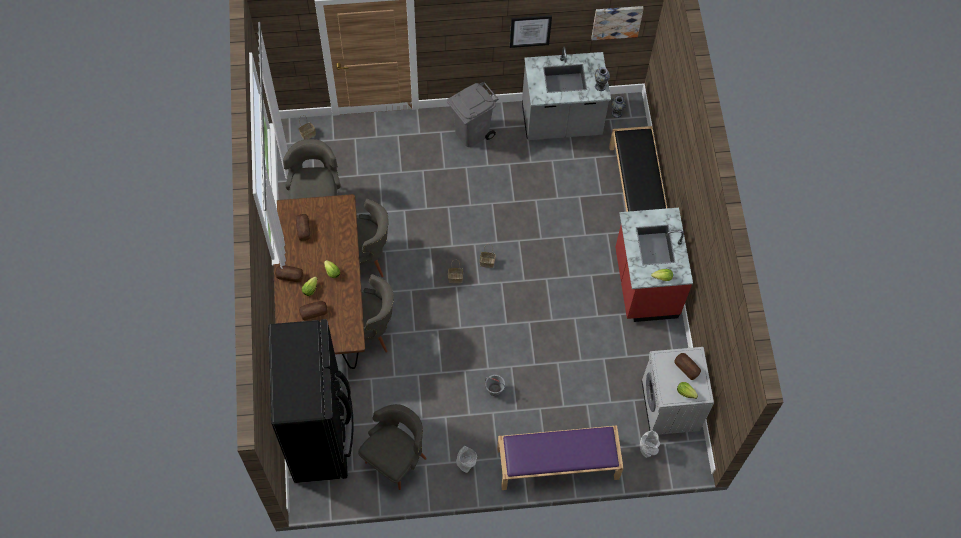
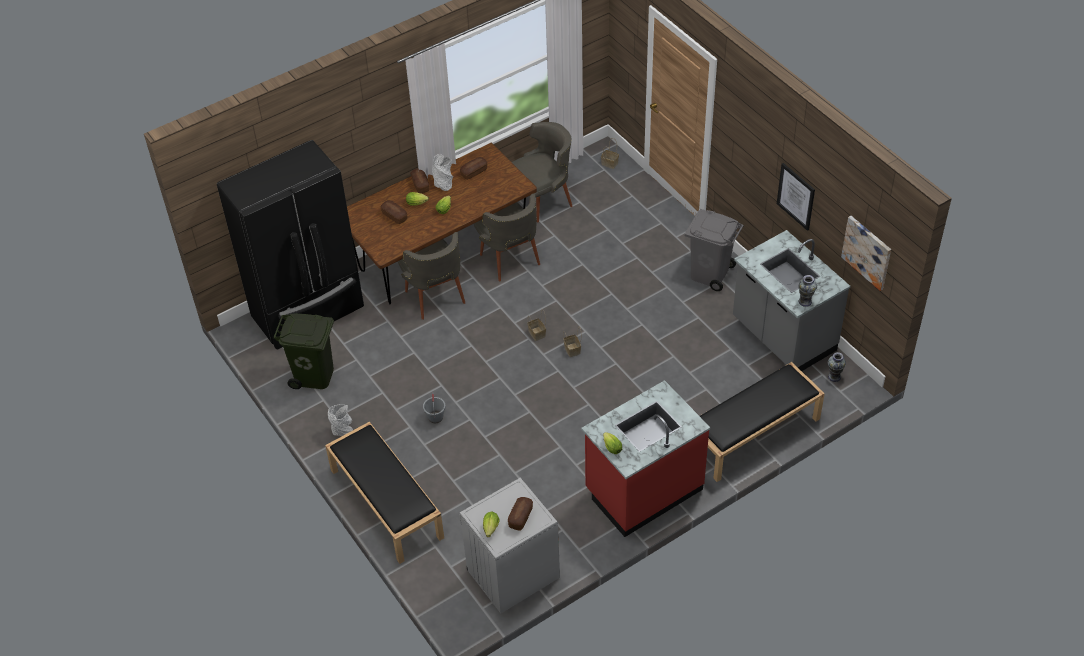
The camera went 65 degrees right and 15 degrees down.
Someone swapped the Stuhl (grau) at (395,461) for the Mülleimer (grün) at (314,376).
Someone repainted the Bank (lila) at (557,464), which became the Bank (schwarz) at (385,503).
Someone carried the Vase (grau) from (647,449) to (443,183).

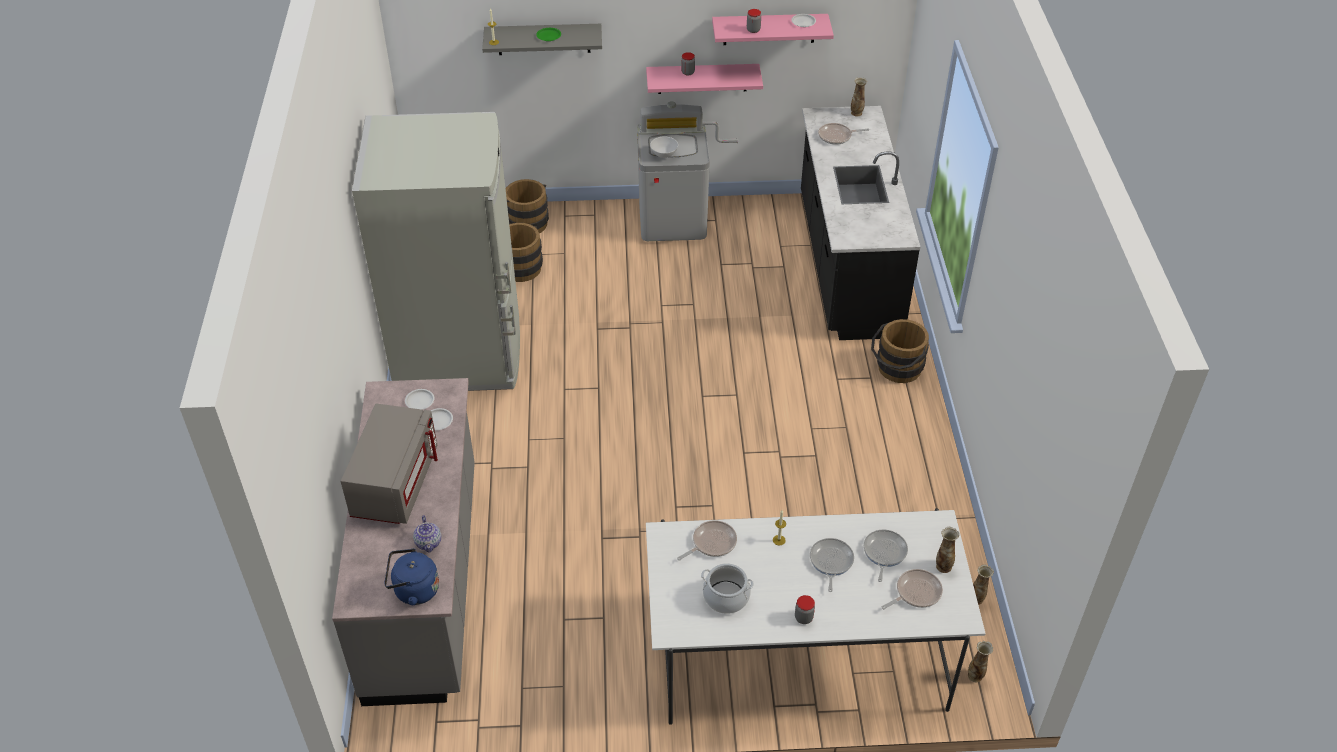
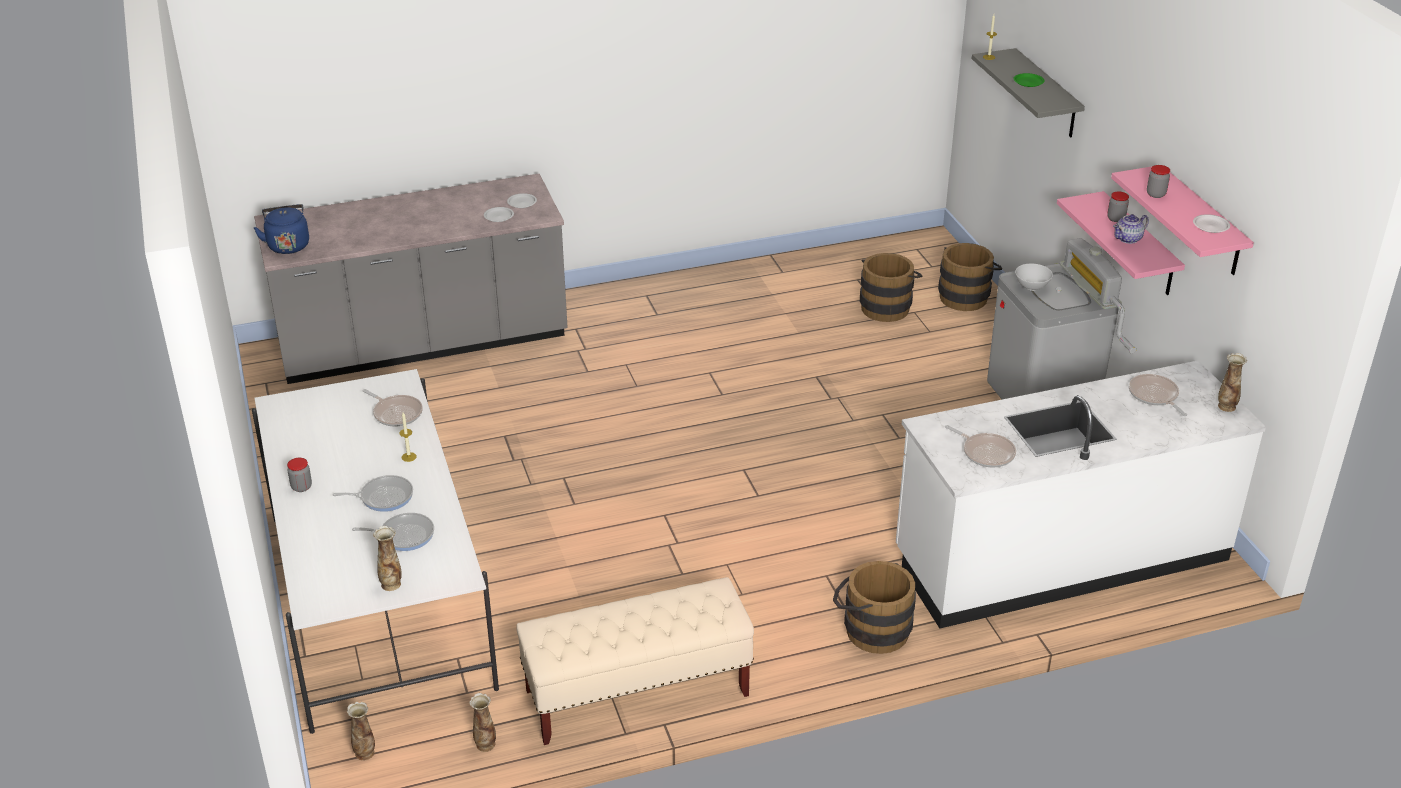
The camera went 75 degrees right and 10 degrees down.
Someone took away the Mikrowelle (grau) at (394,483).
Someone took away the Kühlschrank (weiß) at (460,351).
Someone carried the Teekanne from (428,542) to (1128,239).
Someone took away the Kochtopf at (726,597).
Someone repainted the Küchenzeile (schwarz) at (846,264), which became the Küchenzeile (weiß) at (1060,557).
Someone carried the Pfanne from (915,592) to (986,452).
Someone put down the Bank (beige) at (636,694).

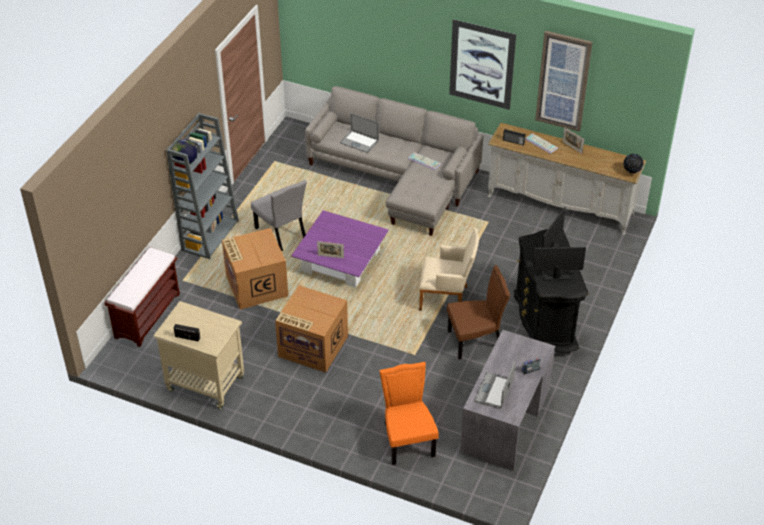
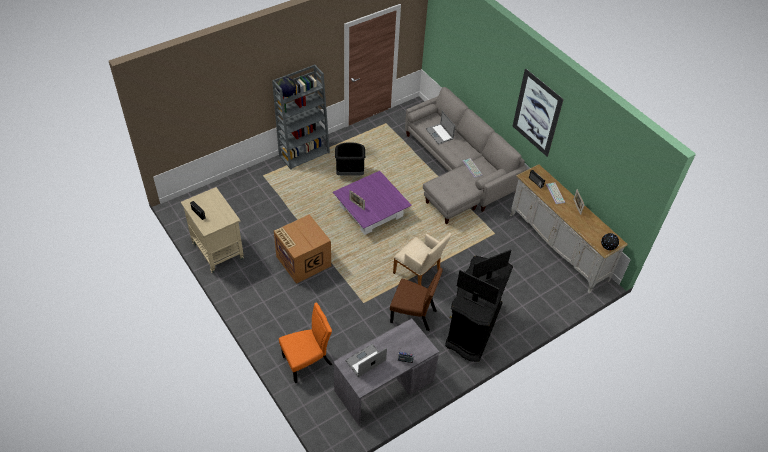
The camera went 30 degrees right and 5 degrees up.
Someone took away the Bank (braun) at (147,315).
Someone took away the Karton at (255,286).
Someone swapped the Stuhl (grau) at (281,232) for the Mülleimer (schwarz) at (349,173).
Someone rotated the Stuhl (orange) at (407,441) by 45 degrees clockwise.
Someone took away the Bild at (563,81).

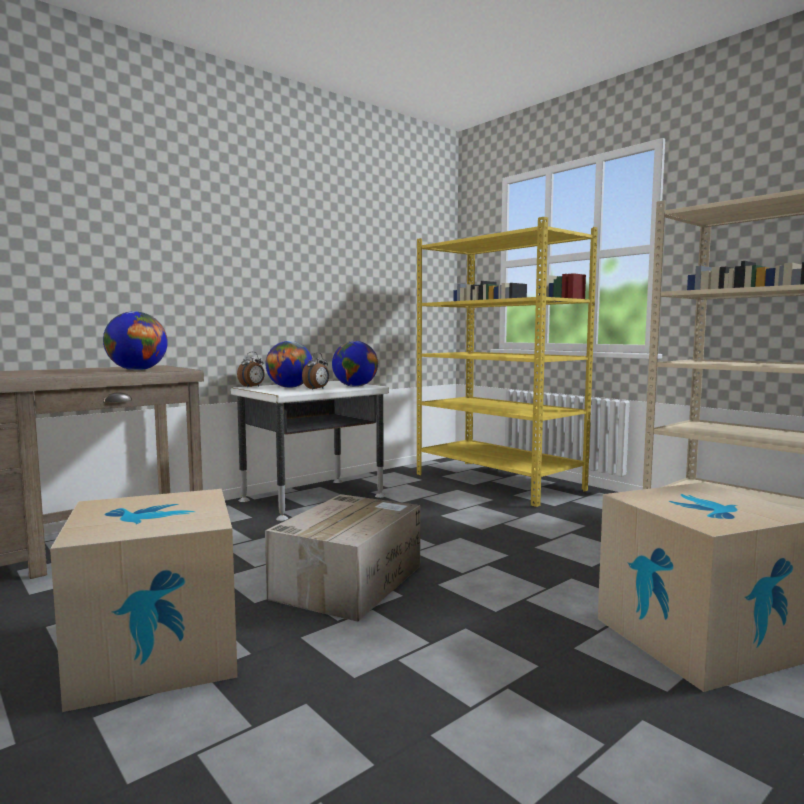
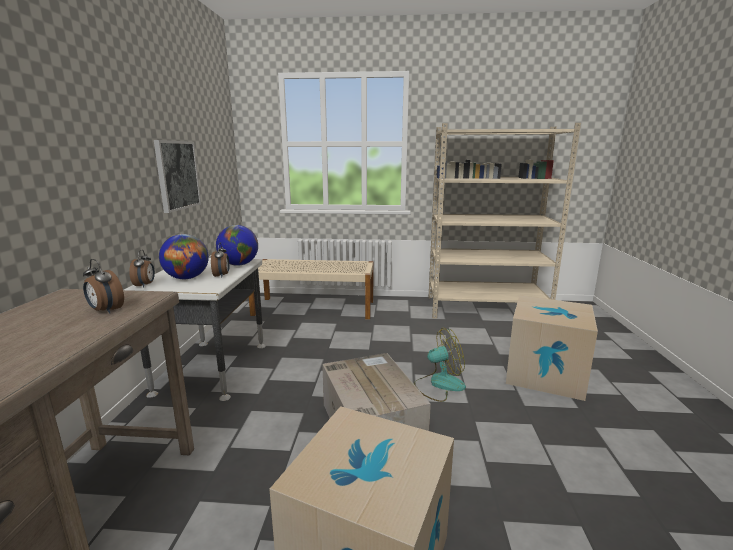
The camera went 45 degrees left and 10 degrees up.
Someone swapped the Globus at (137,370) for the Wecker at (105,311).
Someone swapped the Bücherregal (gelb) at (497,482) for the Bank (beige) at (314,308).
Someone put up the Bild at (177,175).
Someone put down the Ventilator at (439,384).

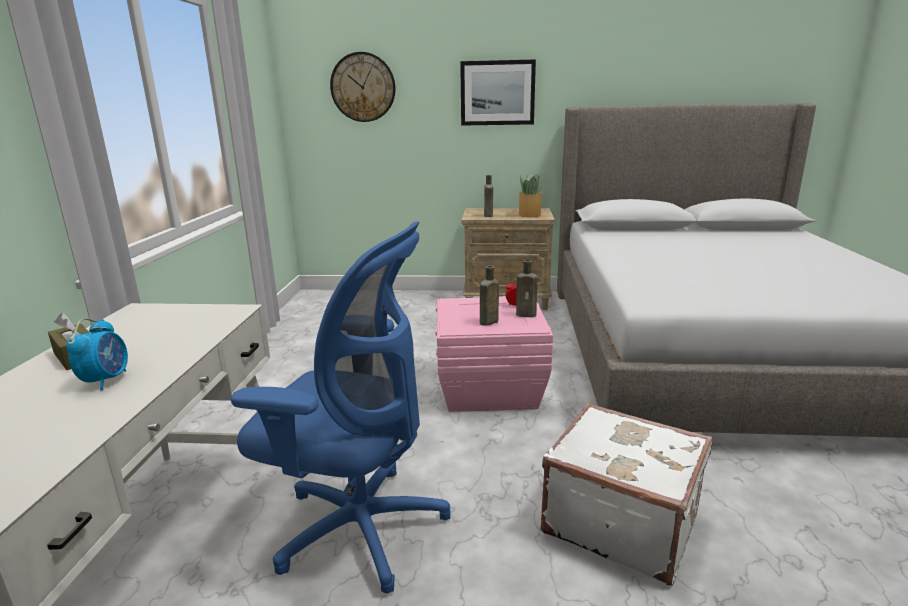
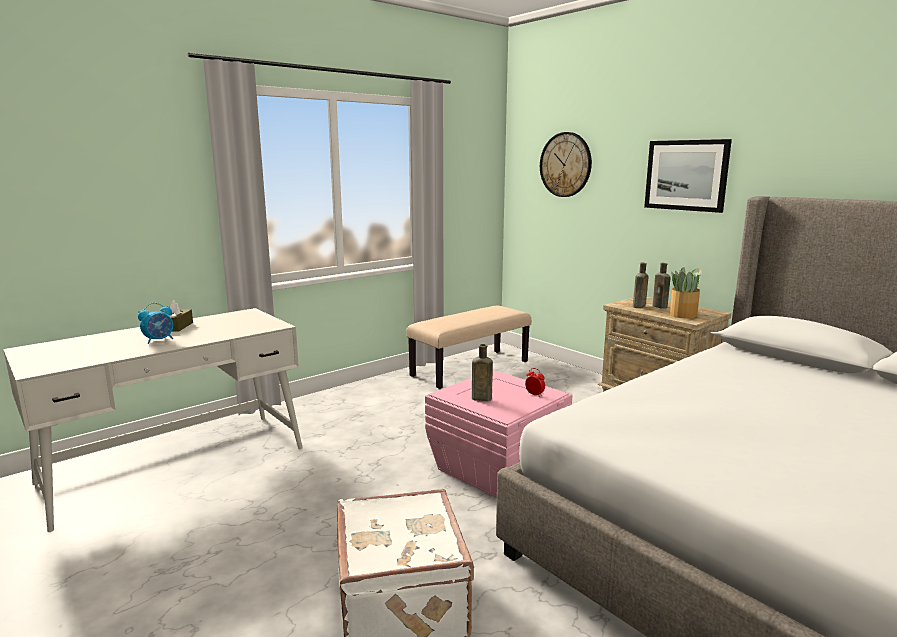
The camera went 45 degrees right and 5 degrees down.
Someone took away the Bürostuhl (blau) at (351,528).
Someone carried the Flasche (braun) from (527,315) to (660,307).
Someone put down the Bank (beige) at (470,368).

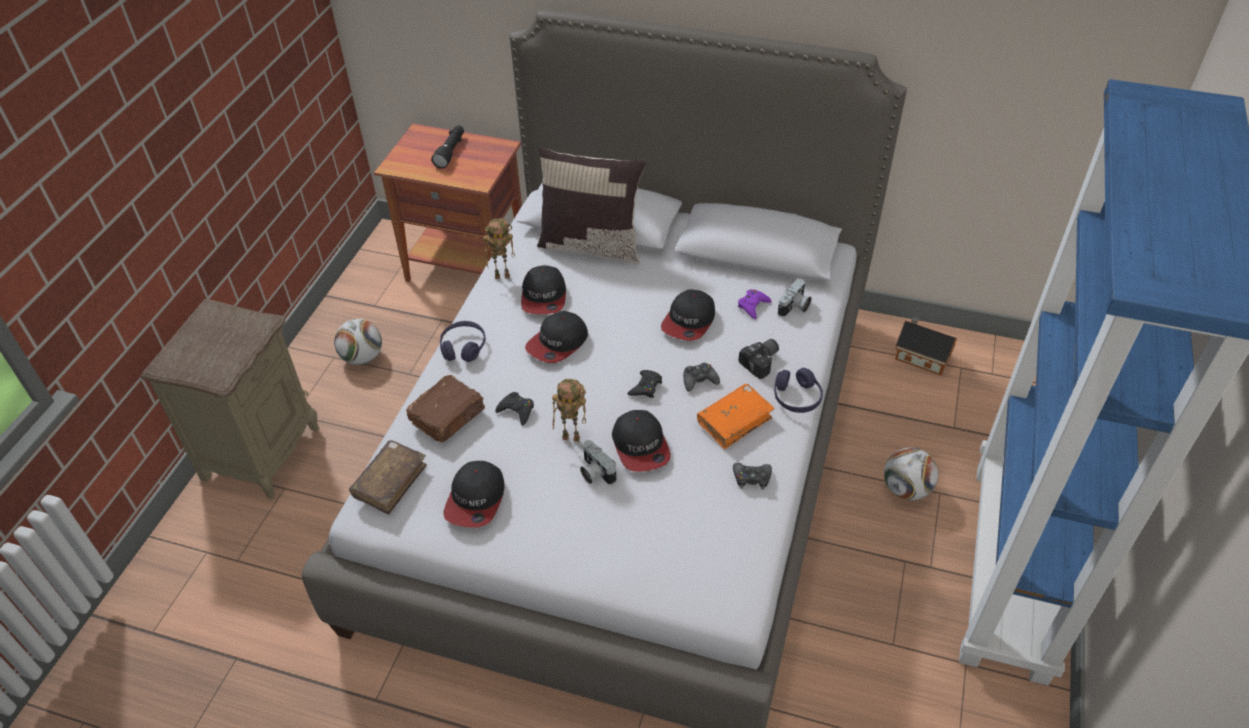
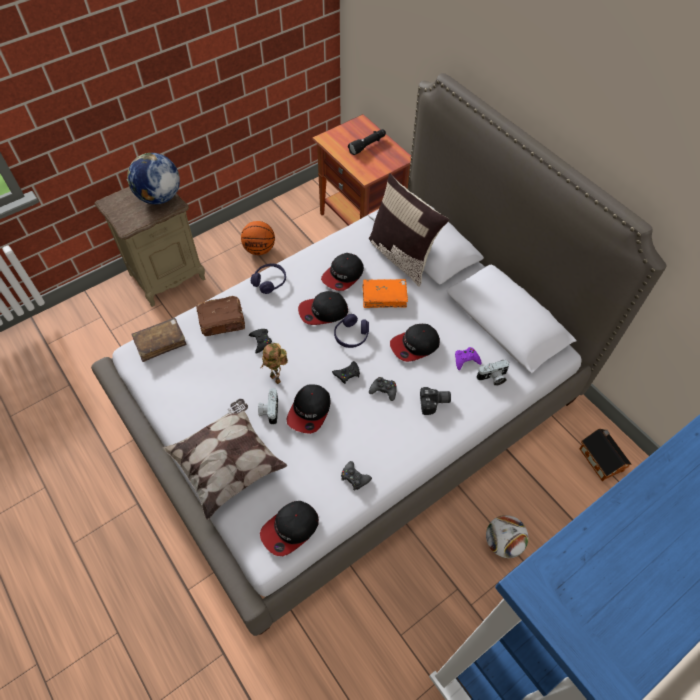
The camera went 35 degrees right and 10 degrees up.
Someone swapped the Fußball at (362,358) for the Basketball at (259,249).
Someone carried the Kappe from (476,499) to (290,529).
Someone took away the Spielzeugroboter at (503,275).
Someone carried the Buch (orange) from (734,421) to (384,297).
Someone carried the Kopfhörer (lila) from (797,397) to (351,335).
Someone put down the Globus at (159,197).
Someone put down the Kissen at (228,464).

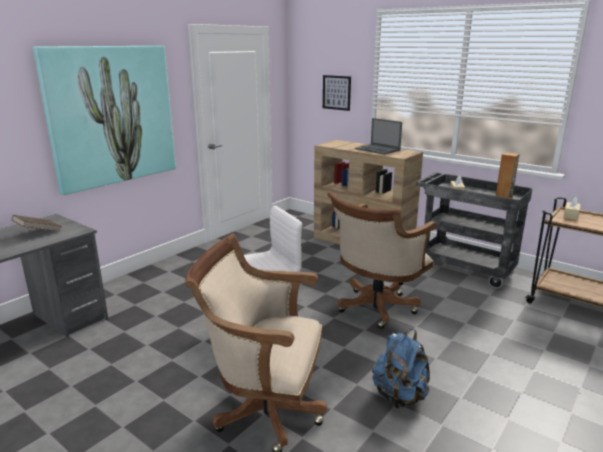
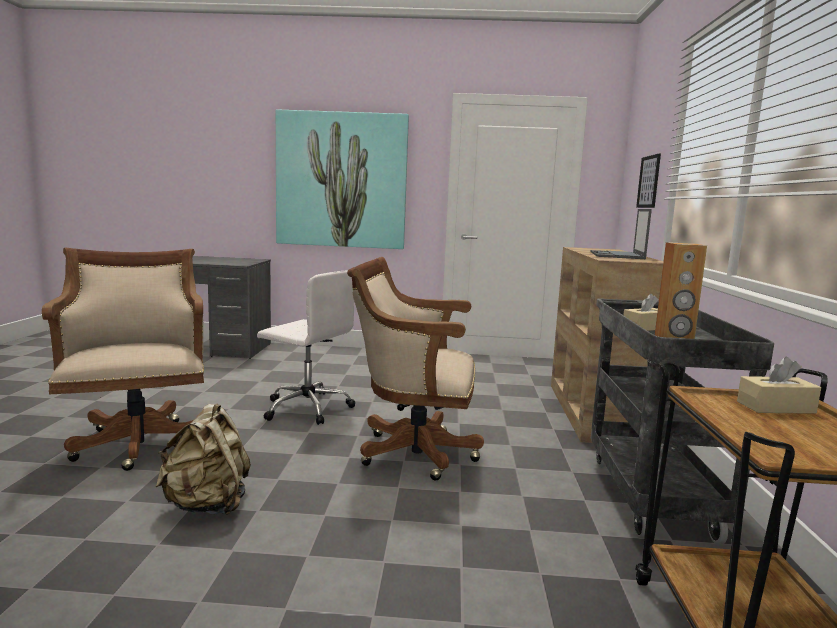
The camera went 55 degrees right and 10 degrees down.
Someone took away the Buch (braun) at (38,232).
Someone repainted the Rucksack (blau) at (400,396), which became the Rucksack (beige) at (207,505).

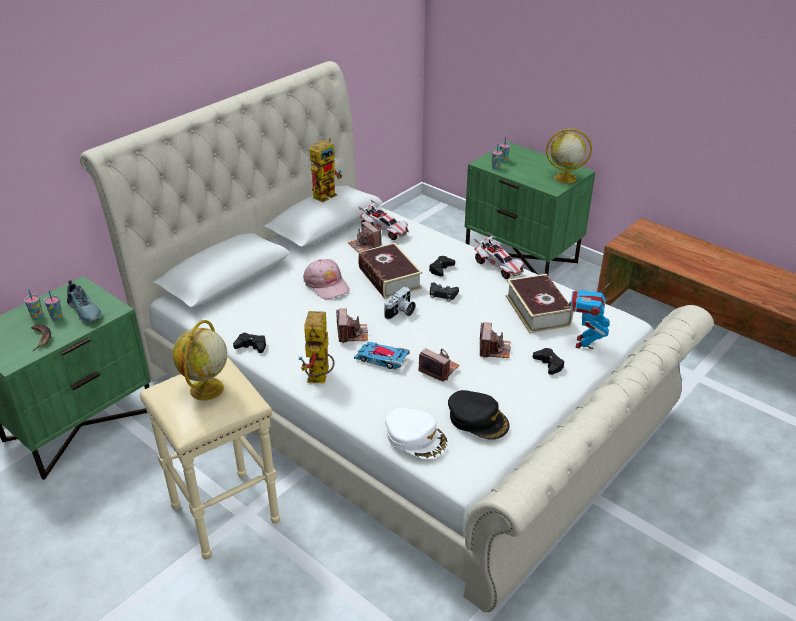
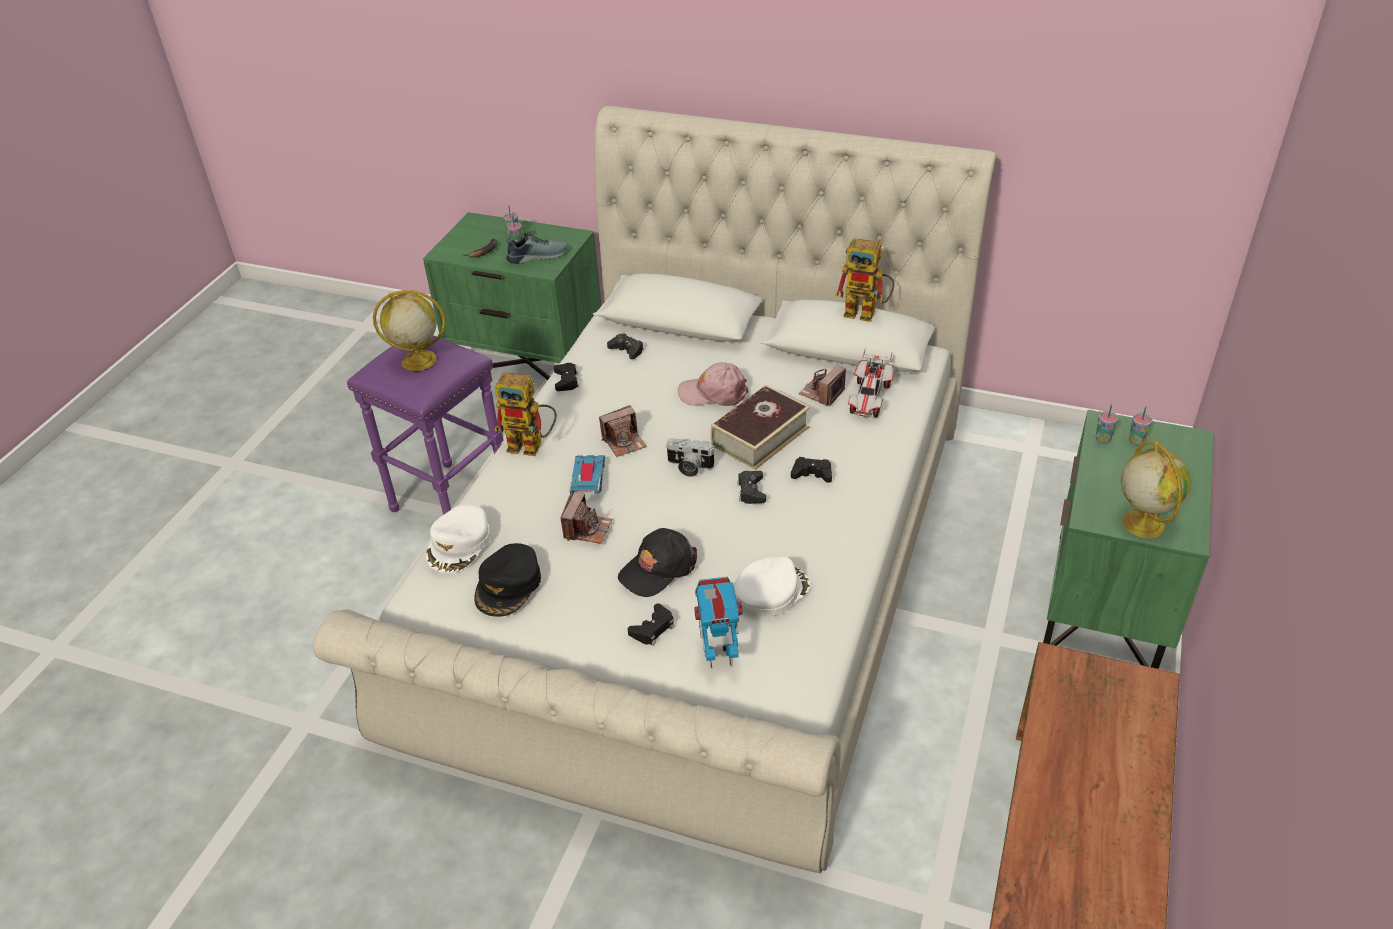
The camera went 70 degrees right and 5 degrees up.
Someone rotated the Schuh at (86,310) by 135 degrees counterclockwise.
Someone repainted the Hocker (beige) at (222,513), which became the Hocker (lila) at (450,498).
Someone rotated the Spielzeugroboter at (320,379) by 150 degrees counterclockwise.
Someone rotated the Kappe (rosa) at (327,284) by 60 degrees clockwise.
Someone took away the Spielzeugauto at (498,267).
Someone swapped the Kamera at (494,349) for the Kappe (schwarz) at (658,569).
Someone swapped the Buch at (537,310) for the Kappe (weiß) at (771,590).
Someone put down the Gamepad (schwarz) at (627,350).

